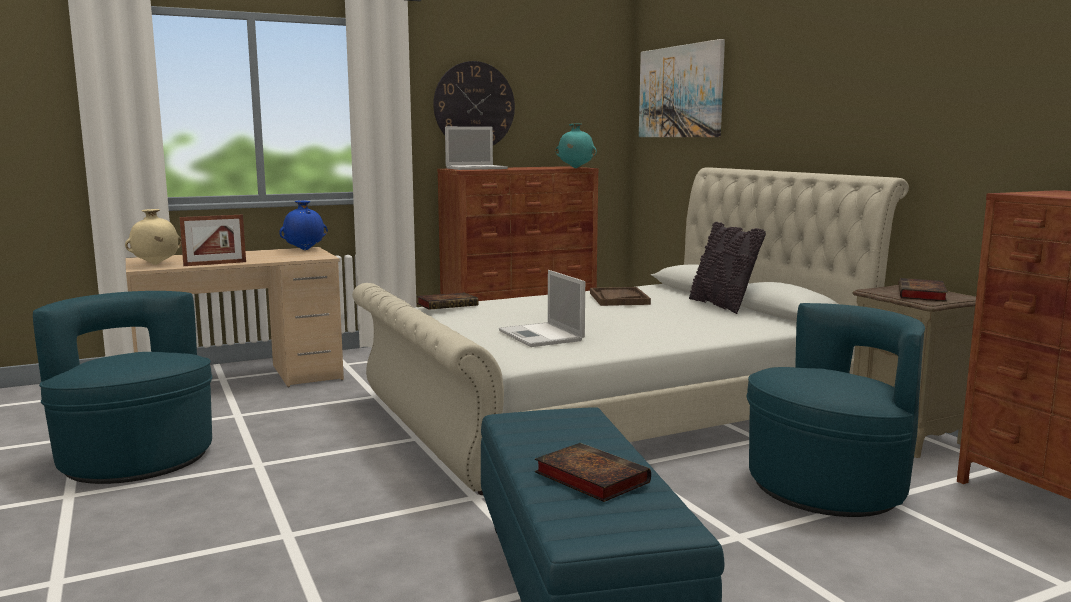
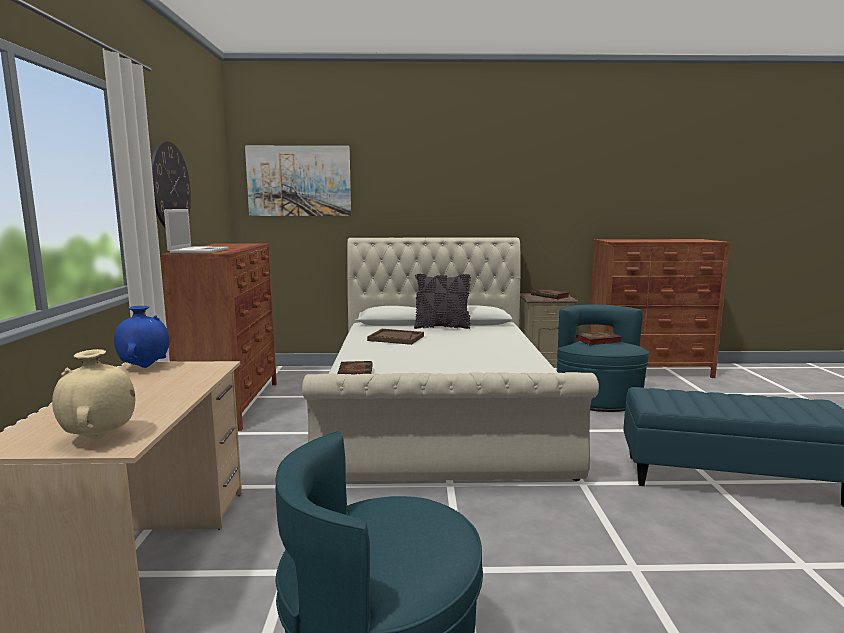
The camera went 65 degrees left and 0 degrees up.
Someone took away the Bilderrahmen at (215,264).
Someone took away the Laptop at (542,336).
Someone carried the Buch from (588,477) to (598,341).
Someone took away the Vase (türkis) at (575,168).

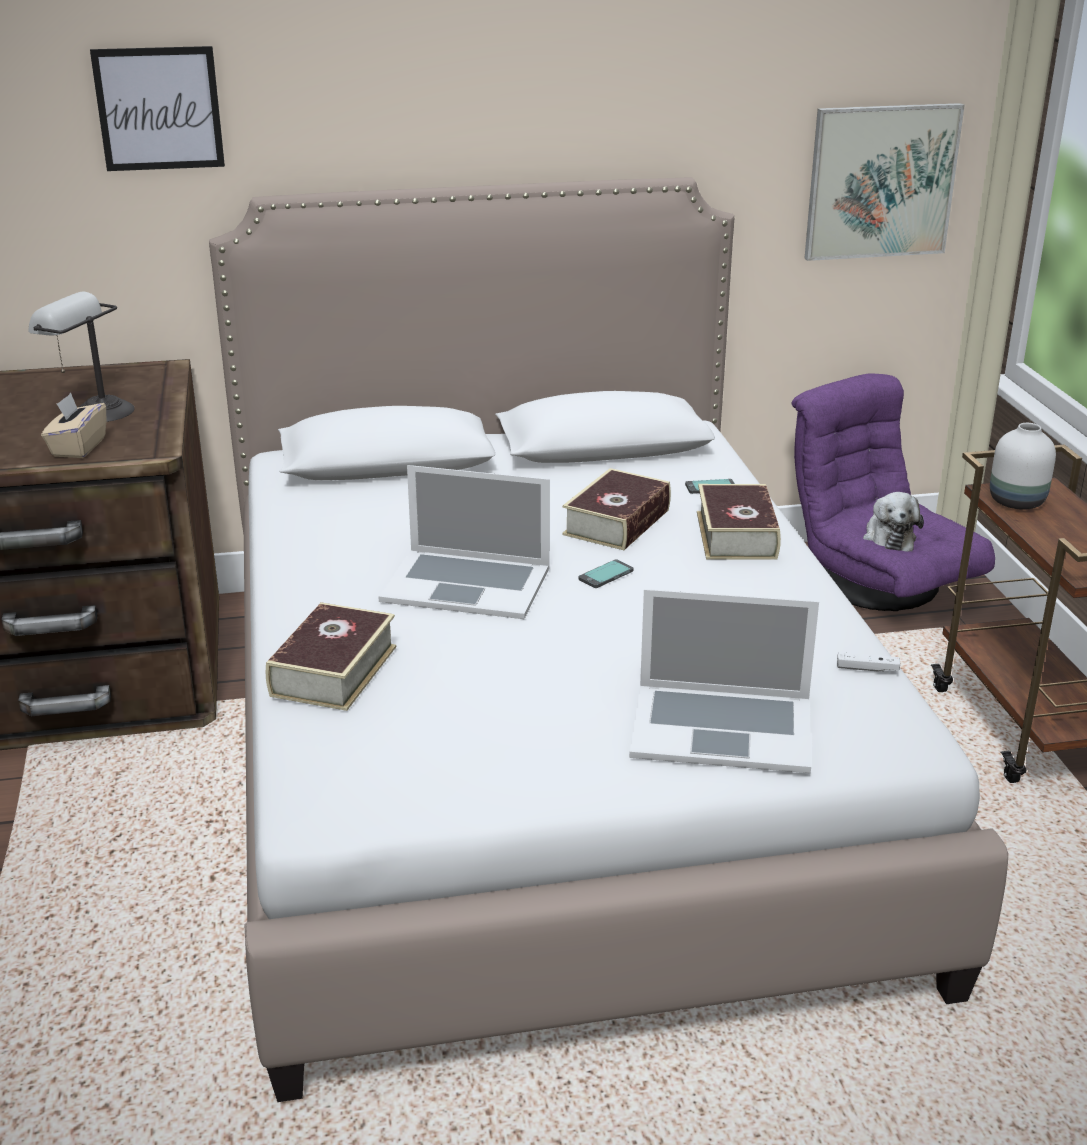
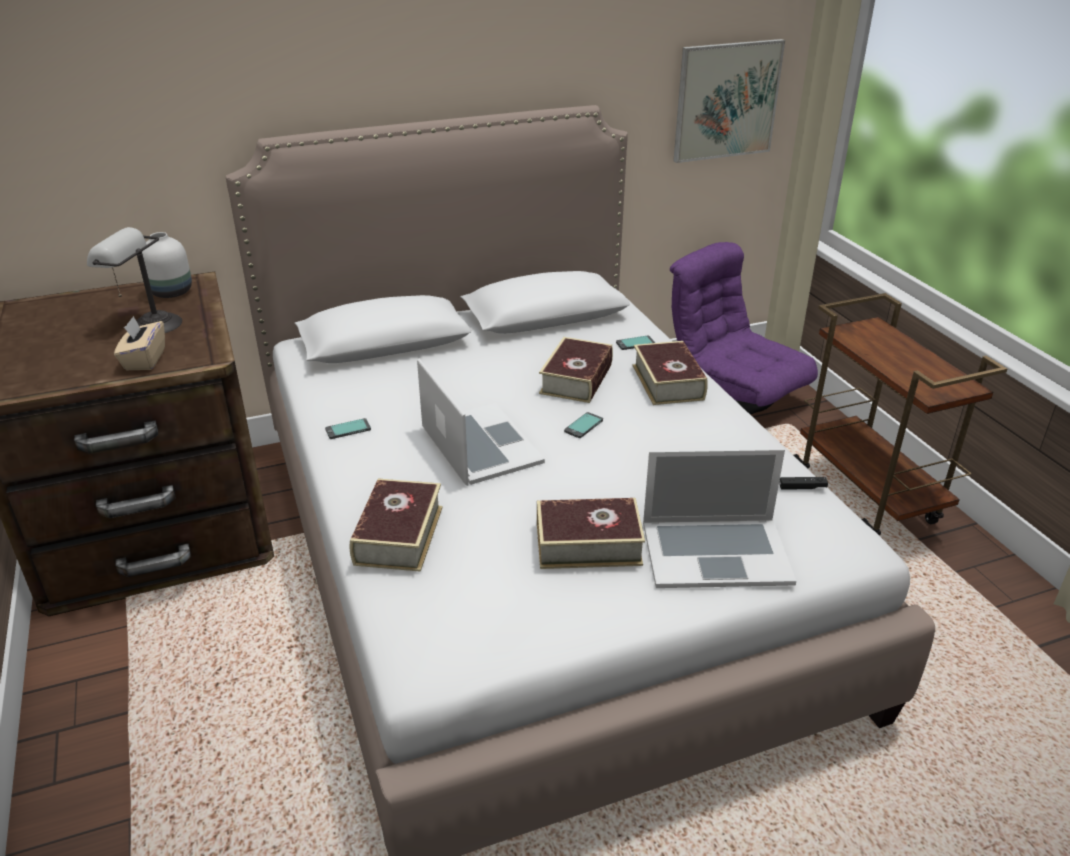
The camera went 10 degrees left and 5 degrees up.
Someone took away the Bild at (159,109).
Someone rotated the Laptop at (466,584) by 120 degrees counterclockwise.
Someone repainted the Gamepad (weiß) at (867,669), which became the Gamepad (schwarz) at (802,487).
Someone took away the Plüschtier at (888,538).
Someone carried the Vase (weiß) from (1017,502) to (171,293).
Someone put down the Handy at (348,430).
Someone put down the Buch at (588,544).

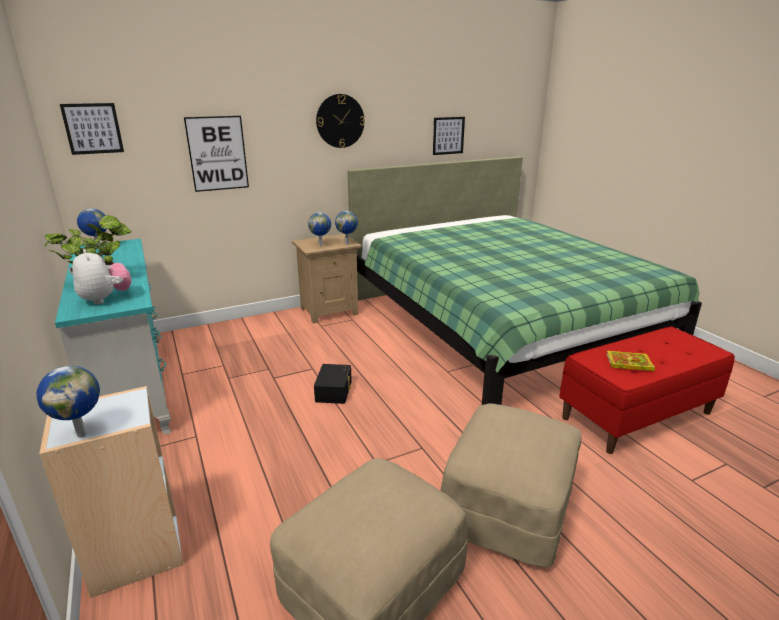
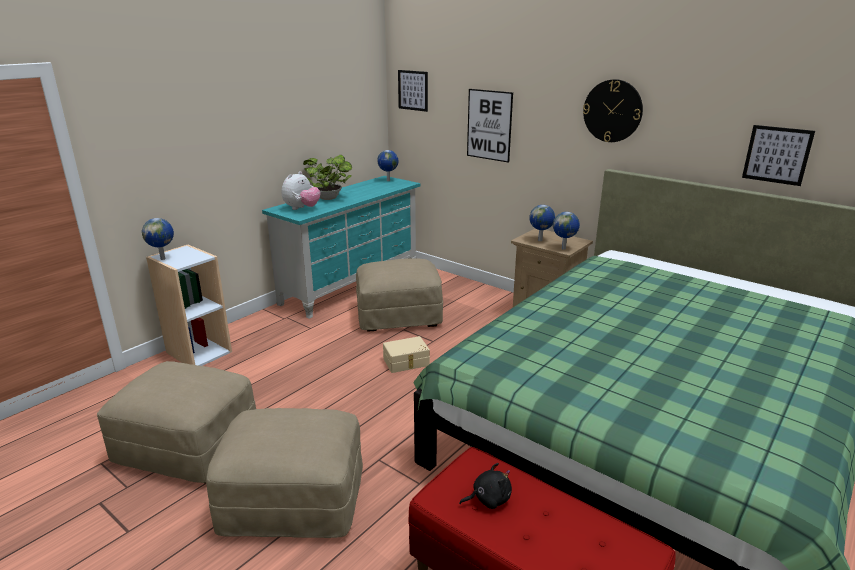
The camera went 65 degrees right and 0 degrees up.
Someone repainted the Aufbewahrungsbox (schwarz) at (335,391), which became the Aufbewahrungsbox (beige) at (406,362).
Someone swapped the Buch at (627,363) for the Plüschtier (schwarz) at (488,499).
Someone put down the Polsterhocker (beige) at (399,316).

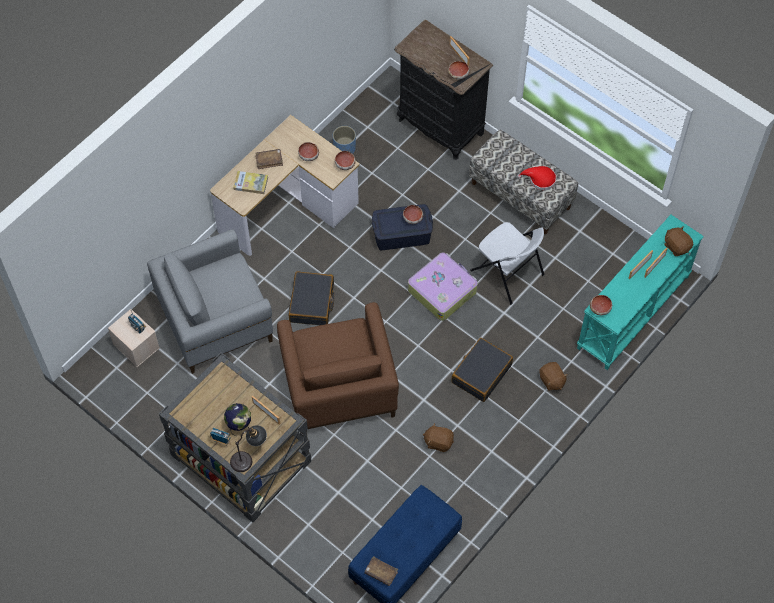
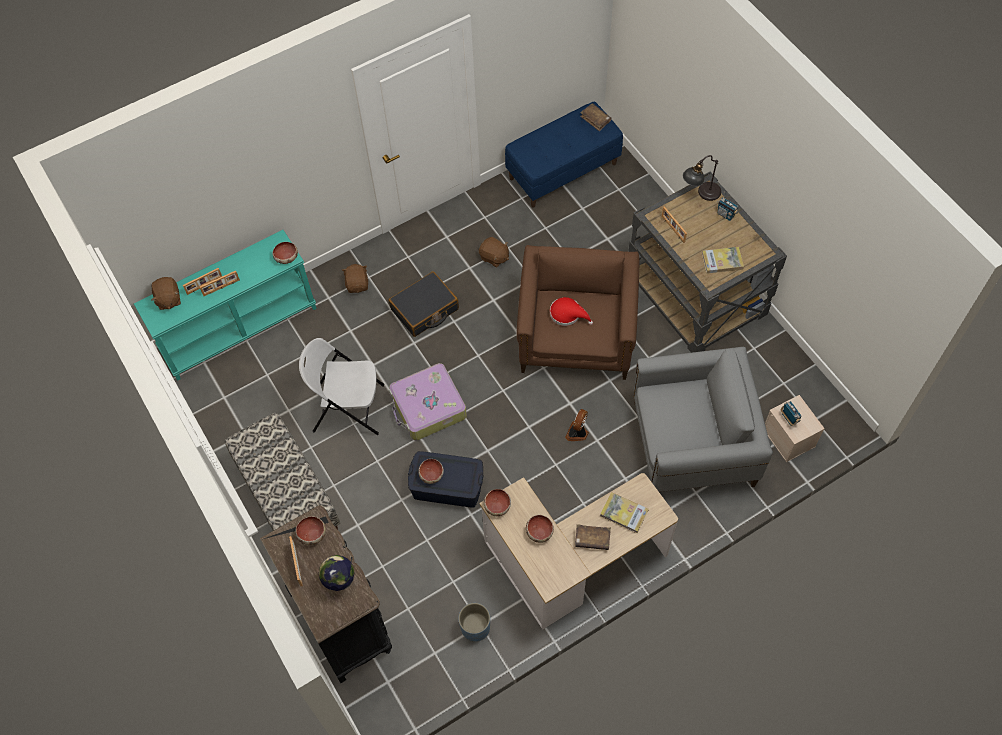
The camera went 160 degrees left and 0 degrees up.
Someone carried the Globus from (239,425) to (340,582).
Someone swapped the Koffer (schwarz) at (312,303) for the Ventilator at (577,433).
Someone rotated the Stuhl (weiß) at (507,273) by 60 degrees counterclockwise.
Someone carried the Hut (rot) from (540,179) to (567,314).
Someone put down the Buch at (722,261).

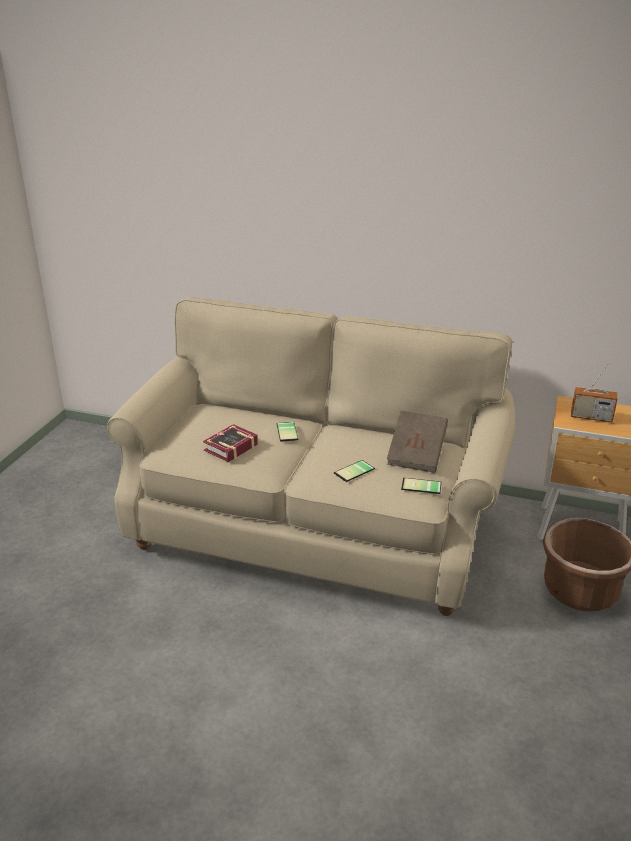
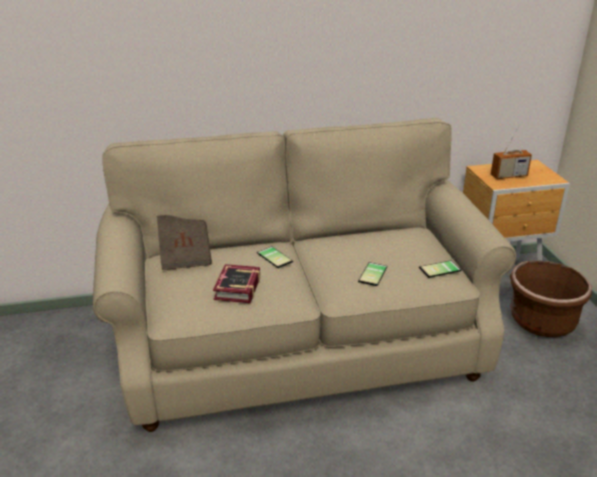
The camera went 30 degrees left and 0 degrees up.
Someone carried the Buch (braun) from (416,455) to (185,254).

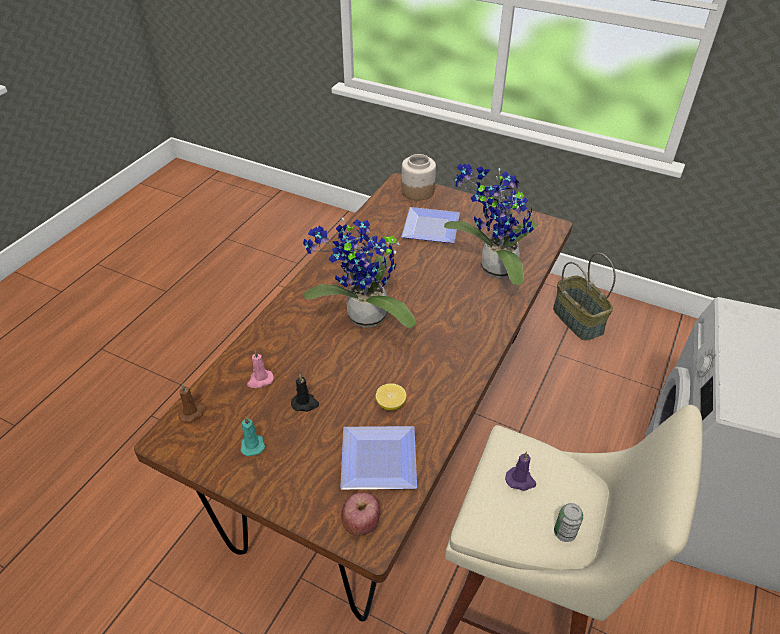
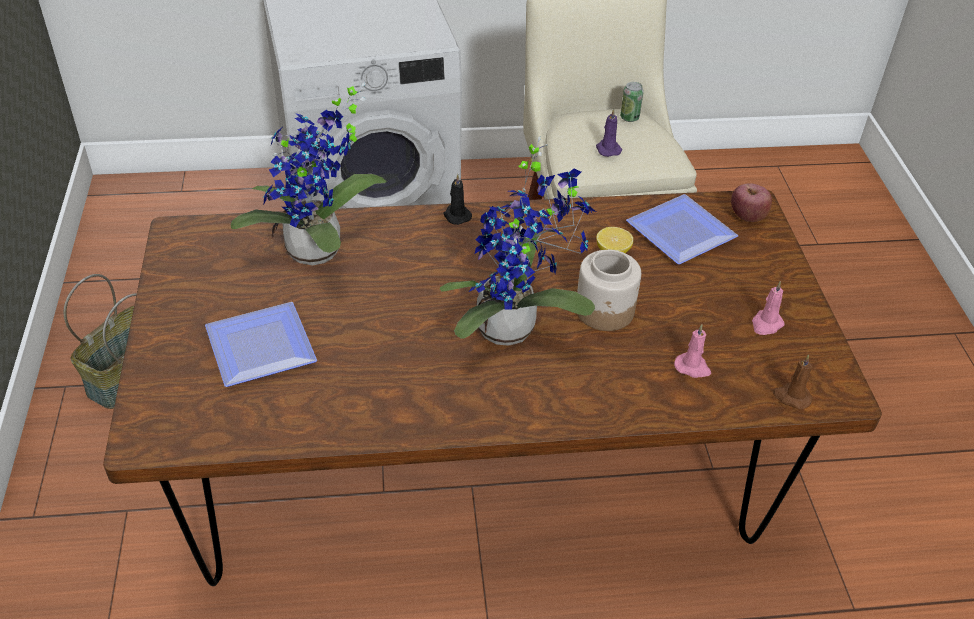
The camera went 125 degrees left and 0 degrees up.
Someone repainted the Kerze (türkis) at (252,444), which became the Kerze (rosa) at (766,324).
Someone carried the Kerze (schwarz) from (305,403) to (456,215).
Someone carried the Vorratsglas from (417,191) to (605,311).

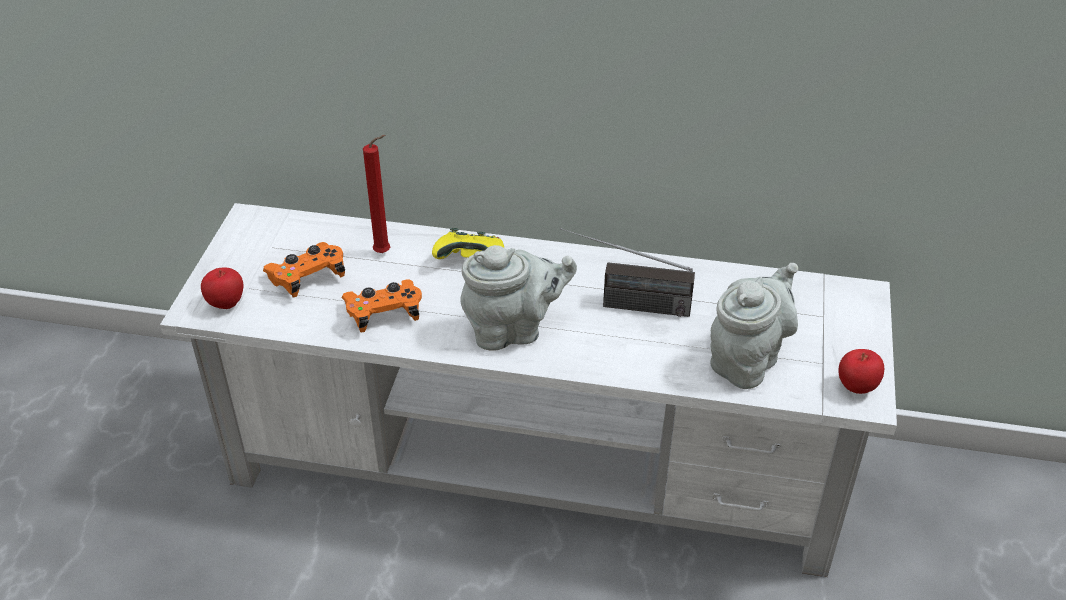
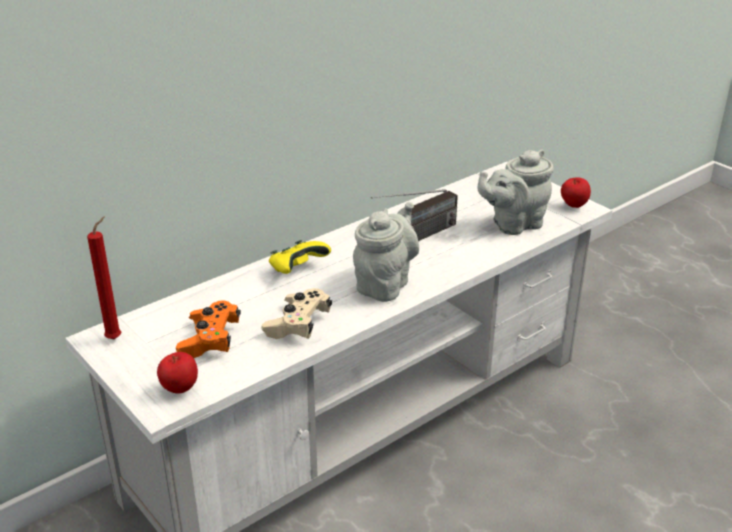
The camera went 50 degrees left and 10 degrees down.
Someone repainted the Gamepad (orange) at (384,314), which became the Gamepad (beige) at (298,325).
Someone carried the Kerze (rot) from (385,253) to (116,338).
Someone rotated the Teekanne (grau) at (747,360) by 105 degrees counterclockwise.

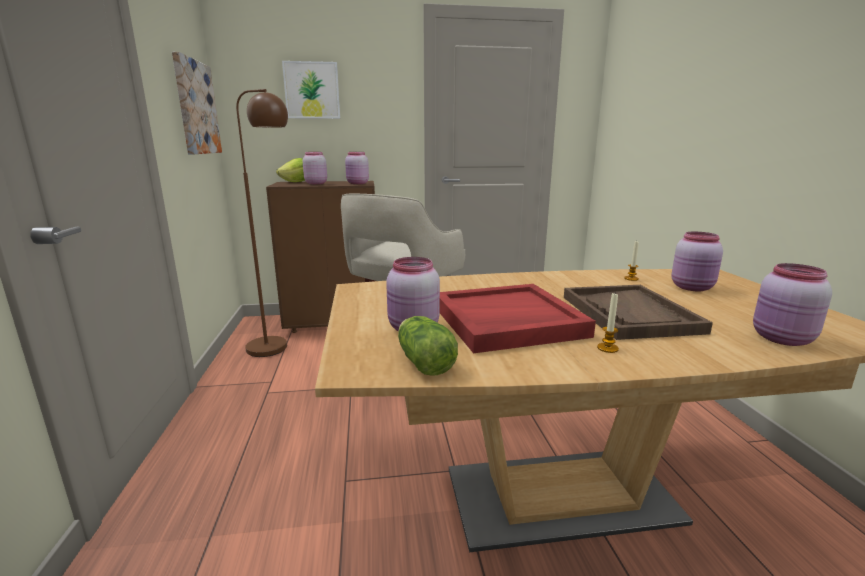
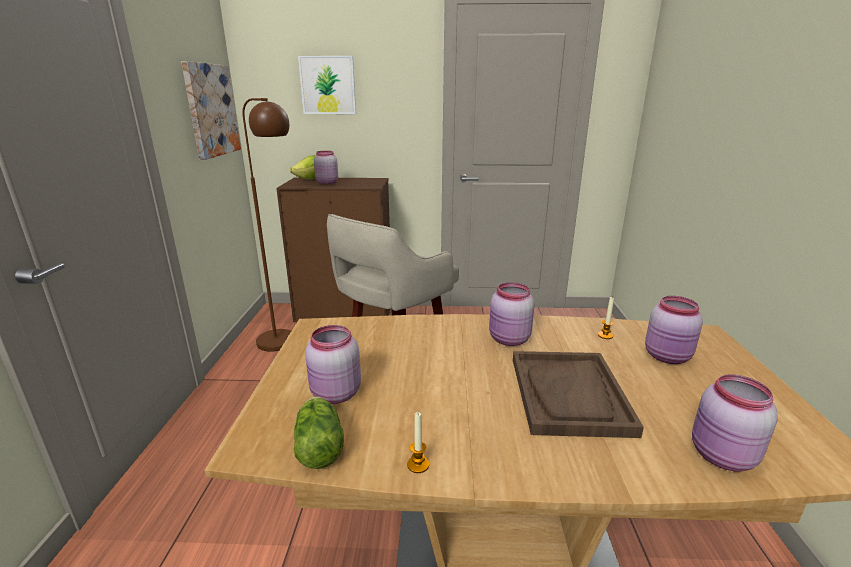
The camera went 10 degrees right and 5 degrees up.
Someone carried the Vorratsglas (rosa) from (357,183) to (509,340).
Someone took away the Tablett (rot) at (506,321).
Someone carried the Kerze from (607,348) to (418,465).

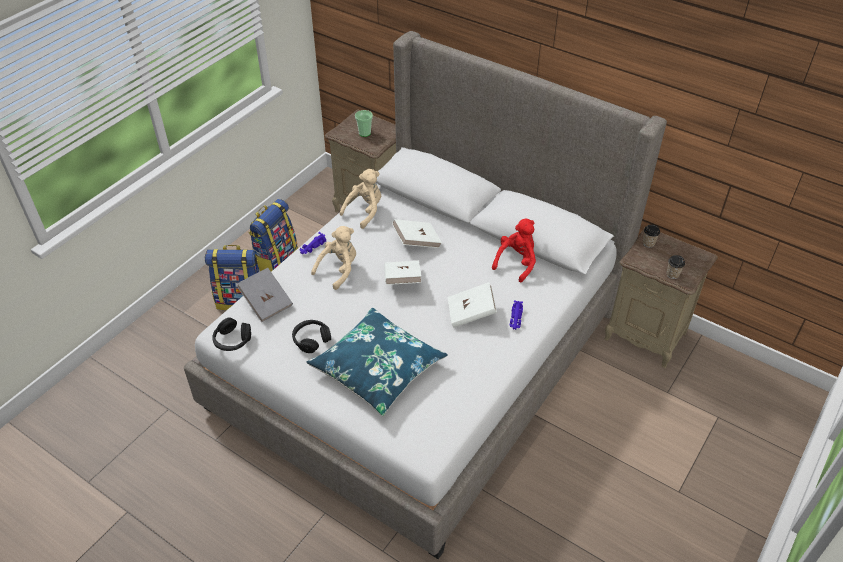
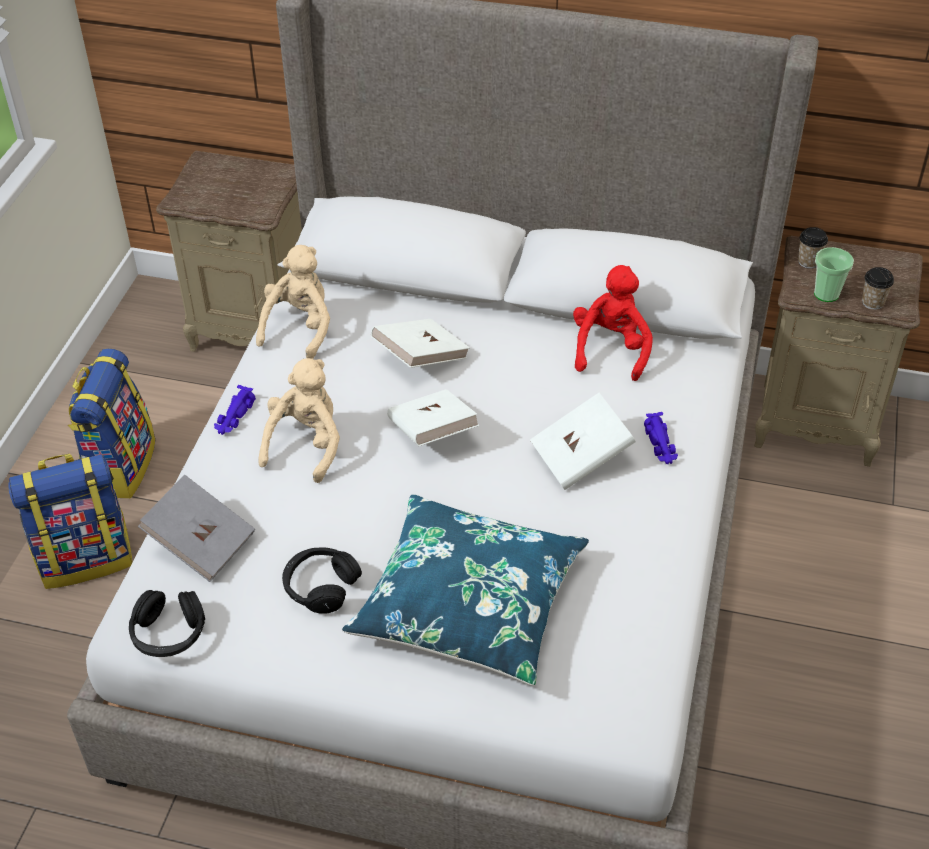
The camera went 20 degrees left and 0 degrees up.
Someone carried the Tasse from (364,133) to (826,294).

